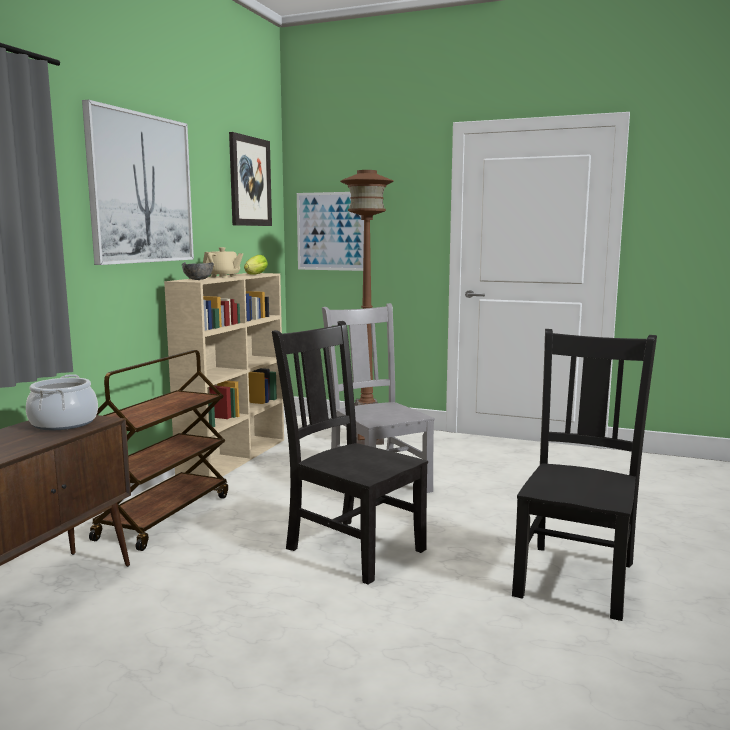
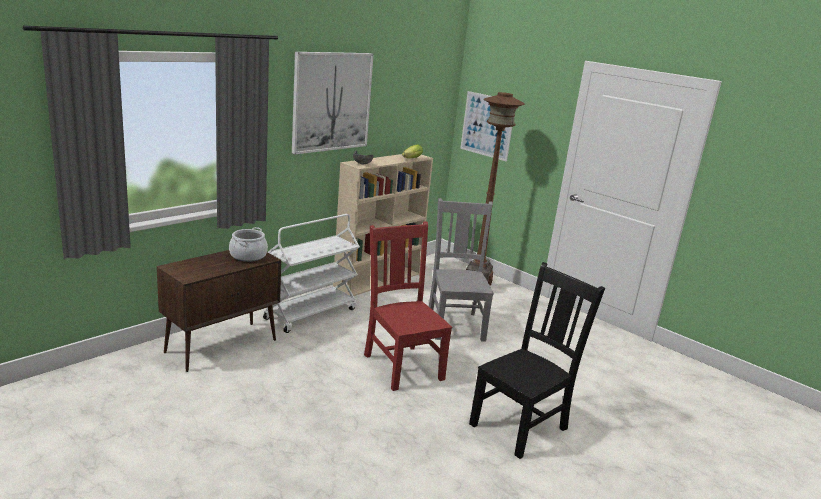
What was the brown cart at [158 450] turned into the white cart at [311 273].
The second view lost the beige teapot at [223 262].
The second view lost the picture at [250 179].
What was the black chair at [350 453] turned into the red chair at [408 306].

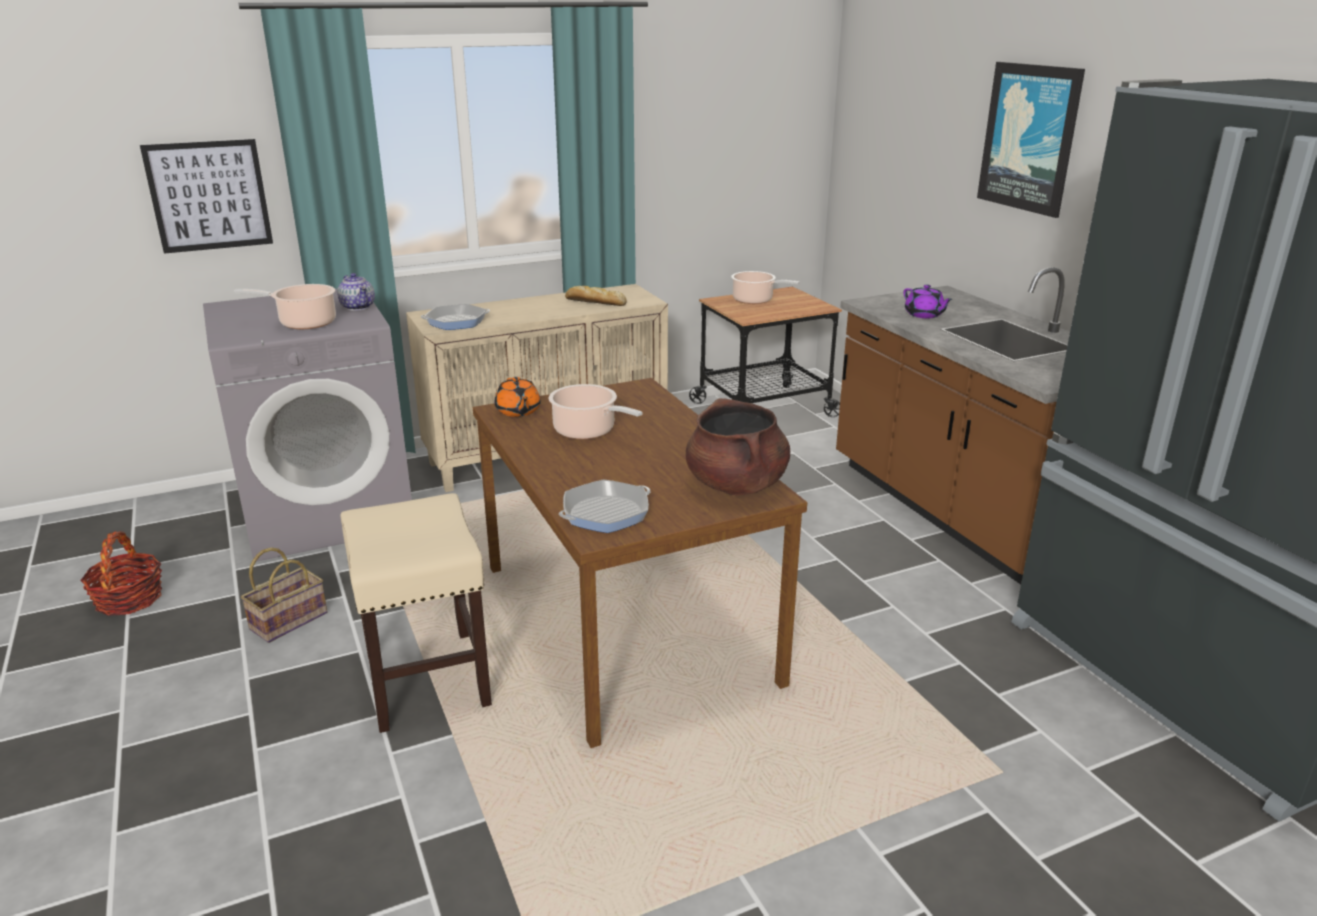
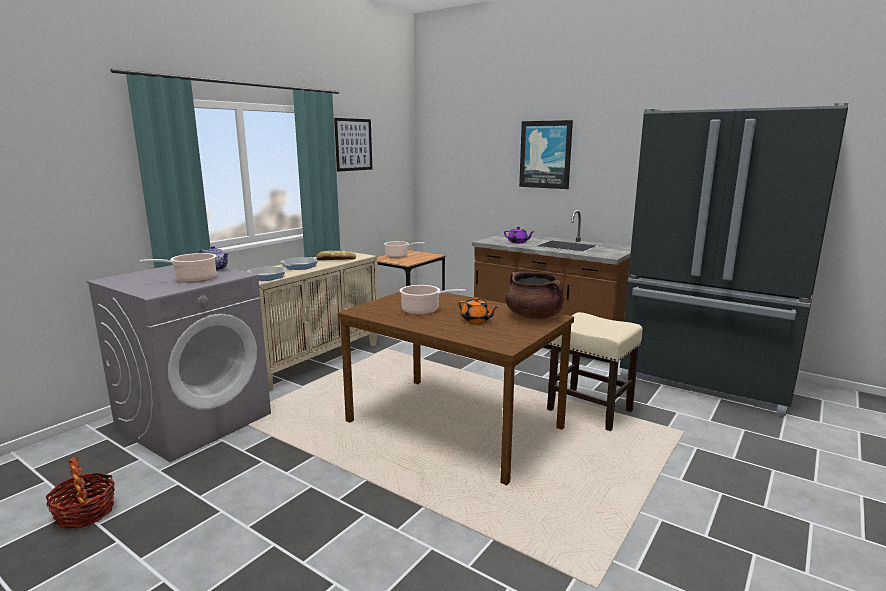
The picture ended up elsewhere, having gone from [206 196] to [353 145].
The second view lost the basket at [284 595].
The beige stool ended up elsewhere, having gone from [416 613] to [595 371].
The orange teapot ended up elsewhere, having gone from [517 397] to [478 310].
The frying pan ended up elsewhere, having gone from [605 506] to [299 263].

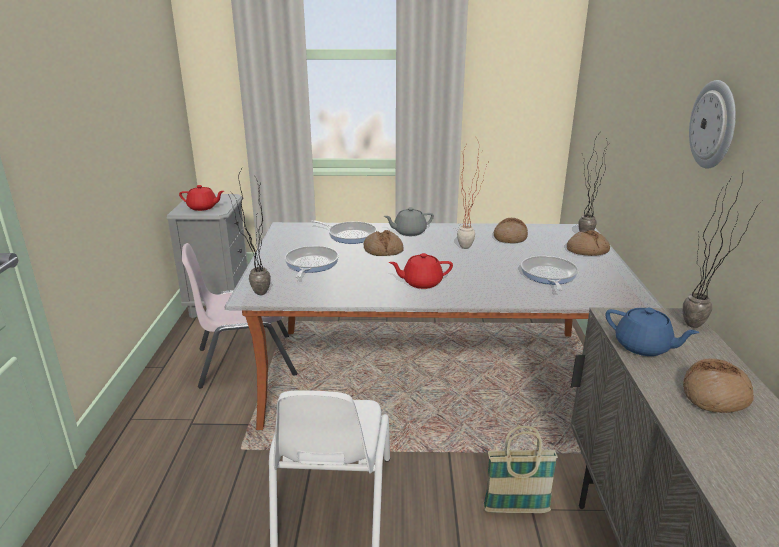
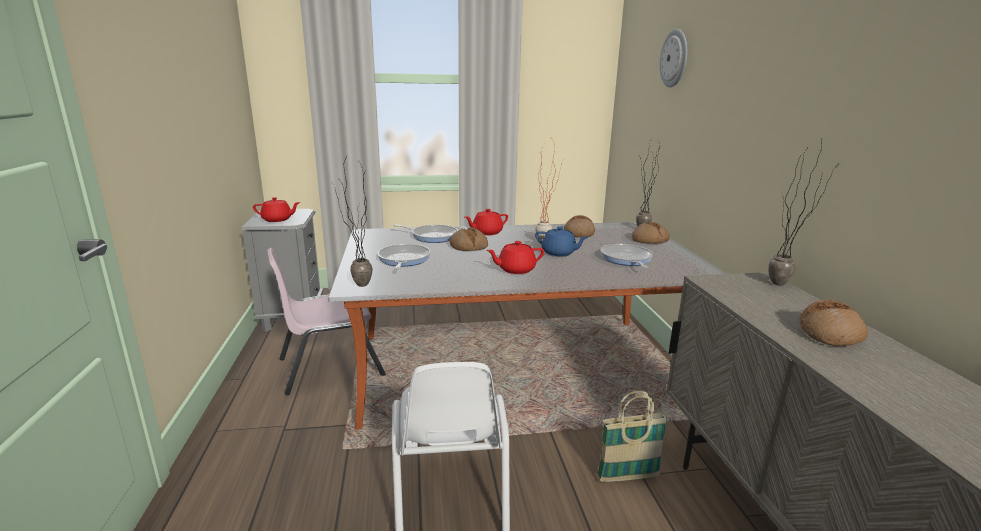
What was the grey teapot at [409 221] turned into the red teapot at [486 222].
The blue teapot ended up elsewhere, having gone from [652 331] to [561 241].
The wall clock ended up elsewhere, having gone from [712 124] to [674 58].

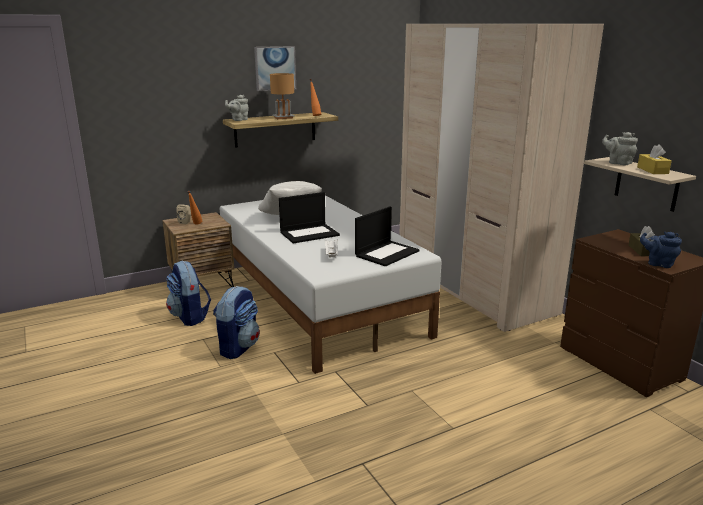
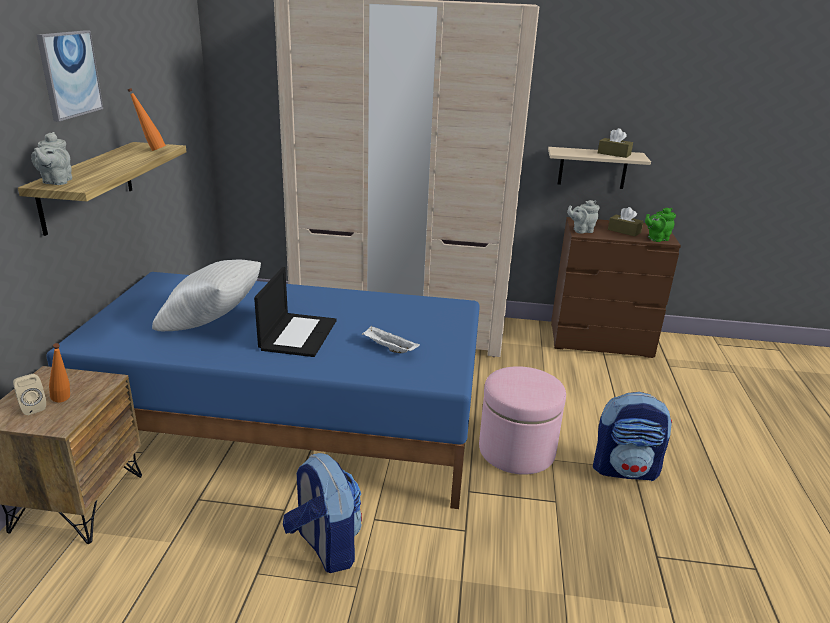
The backpack ended up elsewhere, having gone from [188 293] to [632 436].
What was the white bed at [331 284] turned into the blue bed at [263 390].
The second view lost the brown table lamp at [282 96].
The second view lost the laptop at [387 236].
The grey teapot ended up elsewhere, having gone from [620 148] to [583 217].
What was the yellow tissue box at [654 159] turned into the brown tissue box at [615 143].
What was the blue teapot at [661 250] turned into the green teapot at [660 225].
The second view gained the pink ottoman at [522 420].

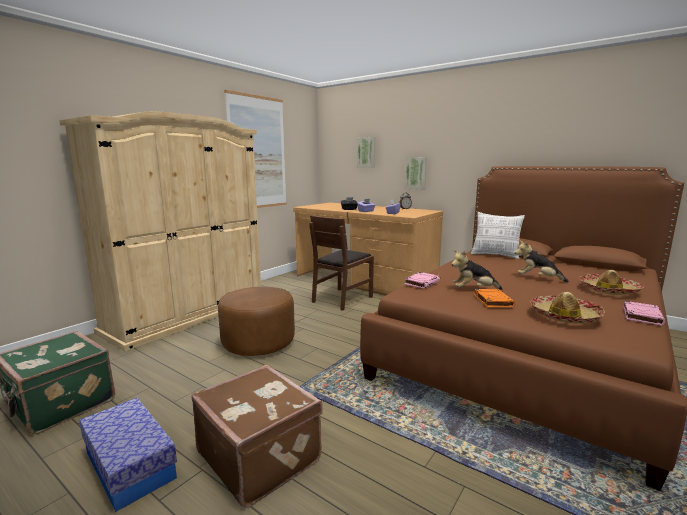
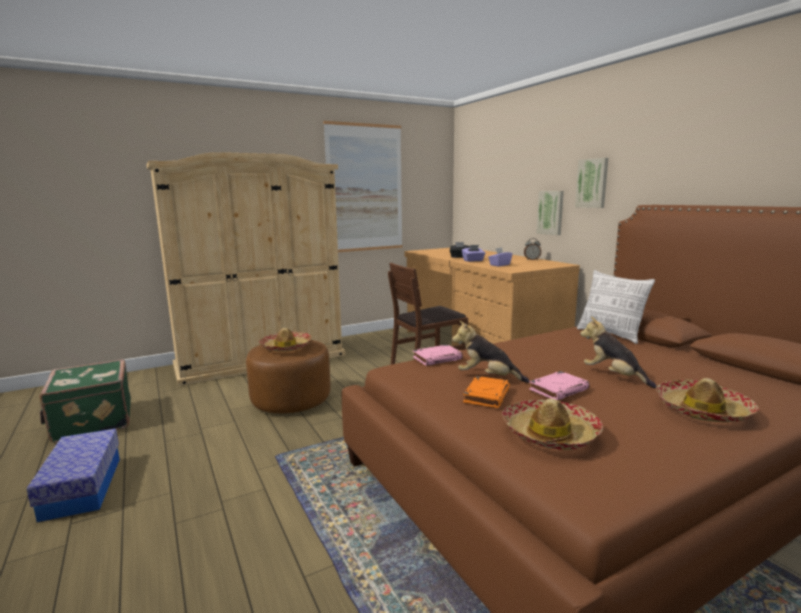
The second view lost the brown suitcase at [257 436].
The picture ended up elsewhere, having gone from [366 152] to [591 183].
The pink book ended up elsewhere, having gone from [644 313] to [559 385].
The second view gained the hat at [285 340].

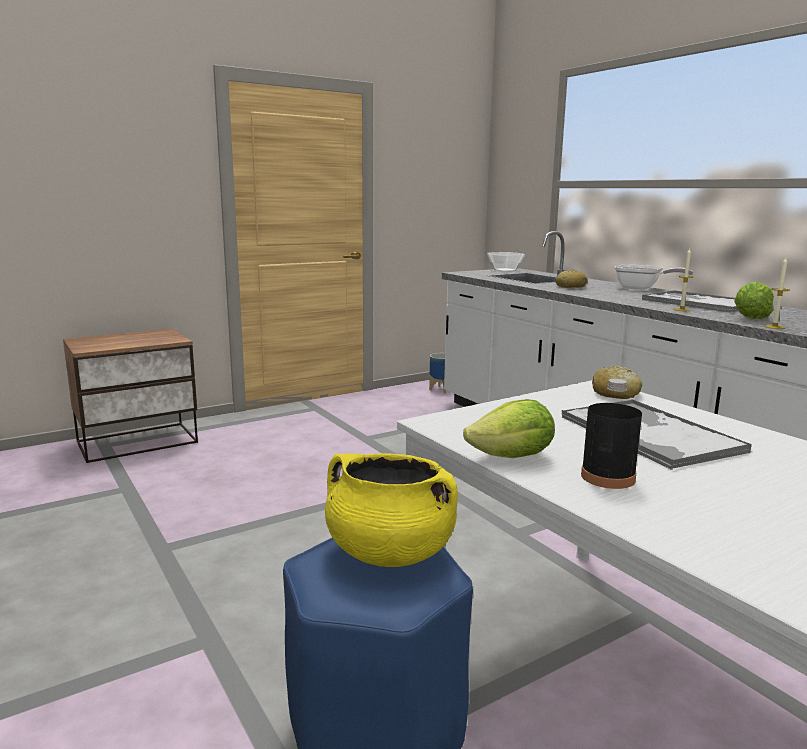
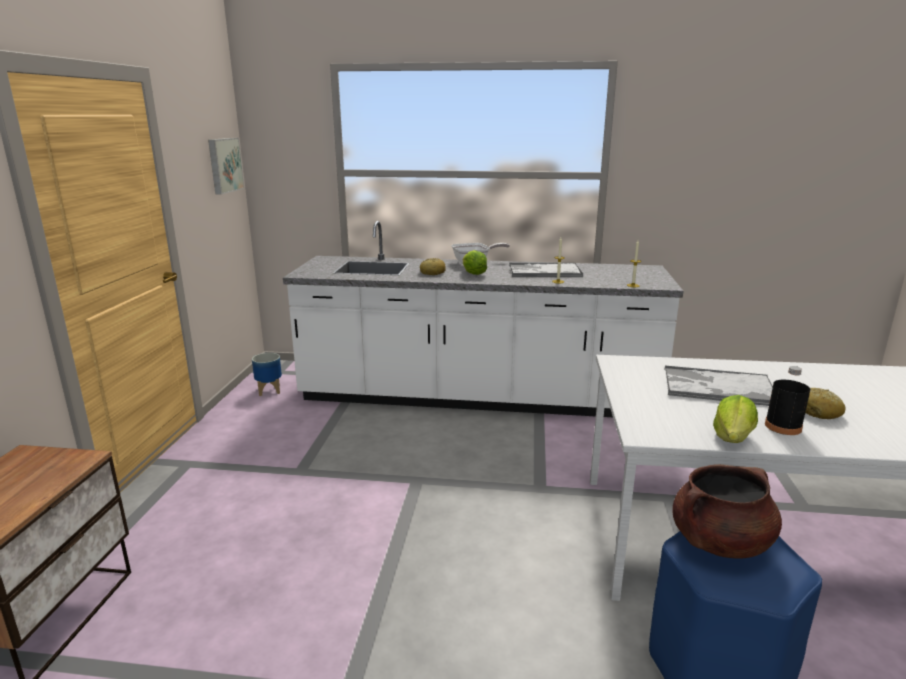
What was the yellow cooking pot at [391 510] turned into the brown cooking pot at [727 511].
The second view lost the bowl at [506 262].
The bread ended up elsewhere, having gone from [617 382] to [825 403].
The lettuce ended up elsewhere, having gone from [754 300] to [475 262].
The second view gained the picture at [226 166].

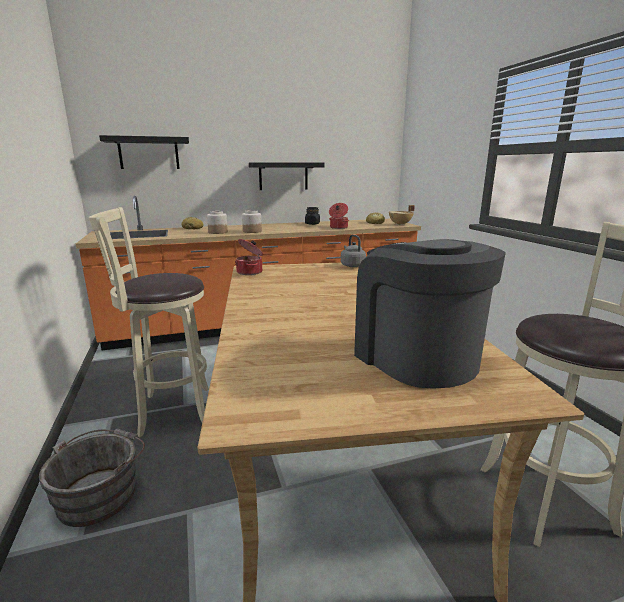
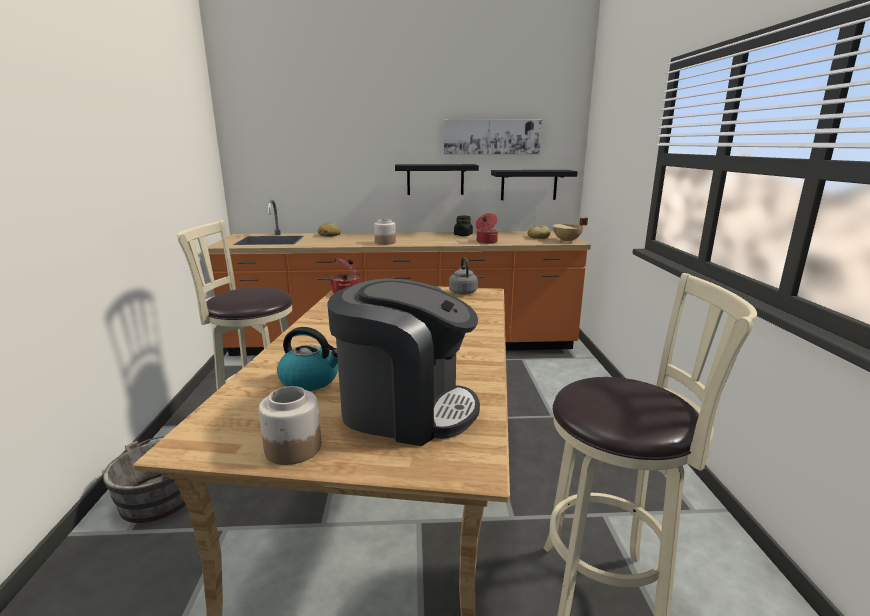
The black shelf ended up elsewhere, having gone from [144 152] to [534 185].
The jar ended up elsewhere, having gone from [217 222] to [290 425].
The coffee machine at [430 314] ended up facing another way, 120 degrees clockwise from before.
The second view gained the kettle at [307 359].
The second view gained the picture at [493 137].

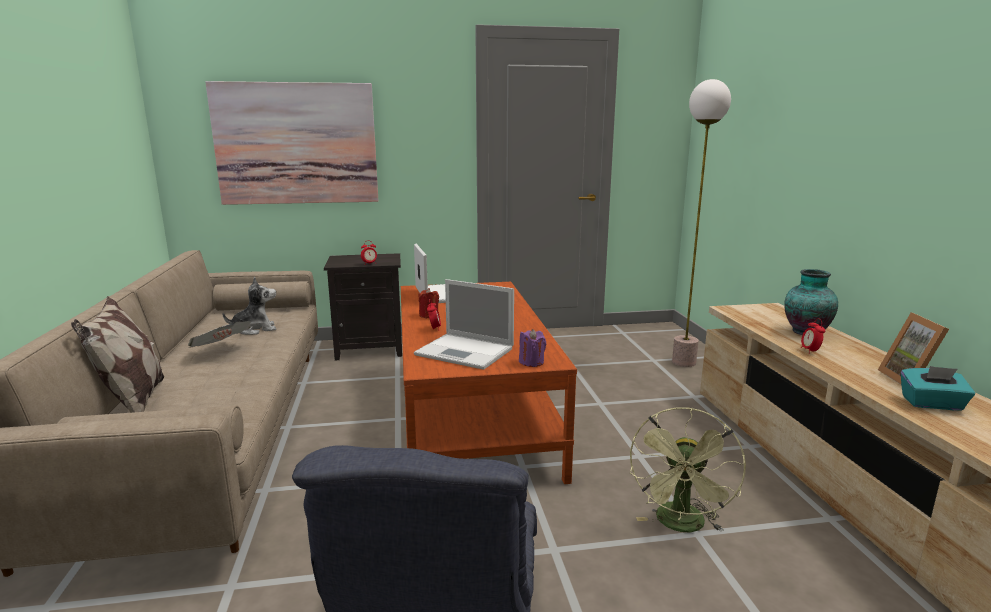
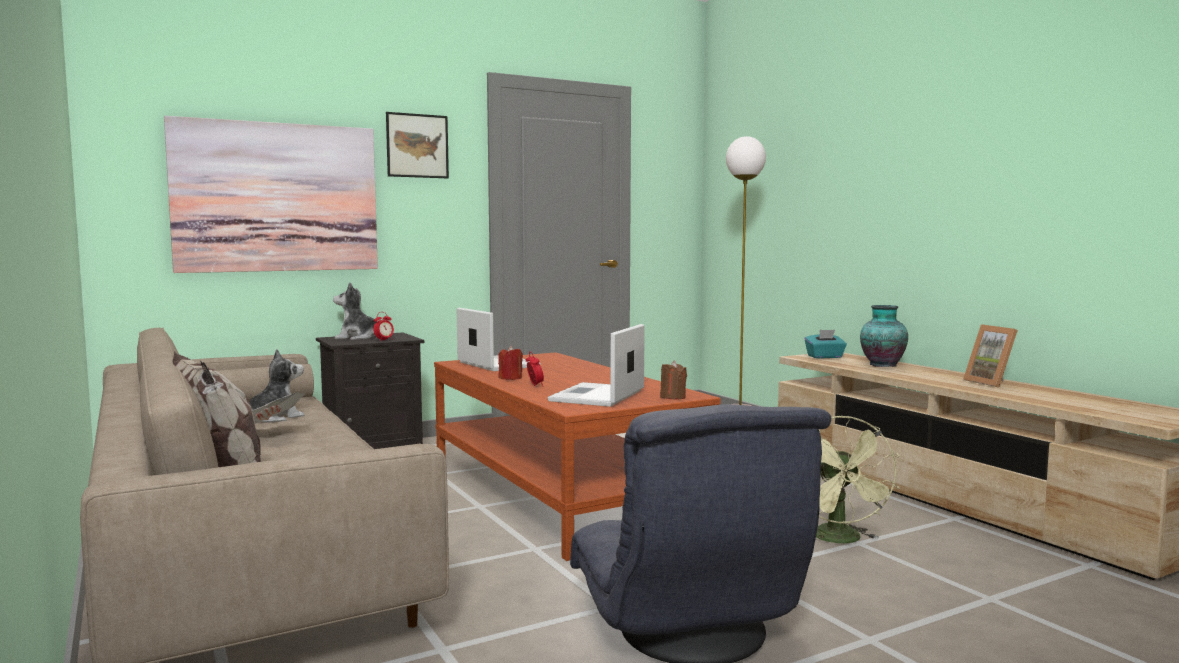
The laptop at [464 324] ended up facing another way, 105 degrees clockwise from before.
What was the purple candle at [532 348] turned into the brown candle at [673 380].
The second view lost the alarm clock at [813 336].
The turquoise tissue box ended up elsewhere, having gone from [938 388] to [826 344].
The second view gained the plush toy at [359 311].
The second view gained the picture at [417 145].

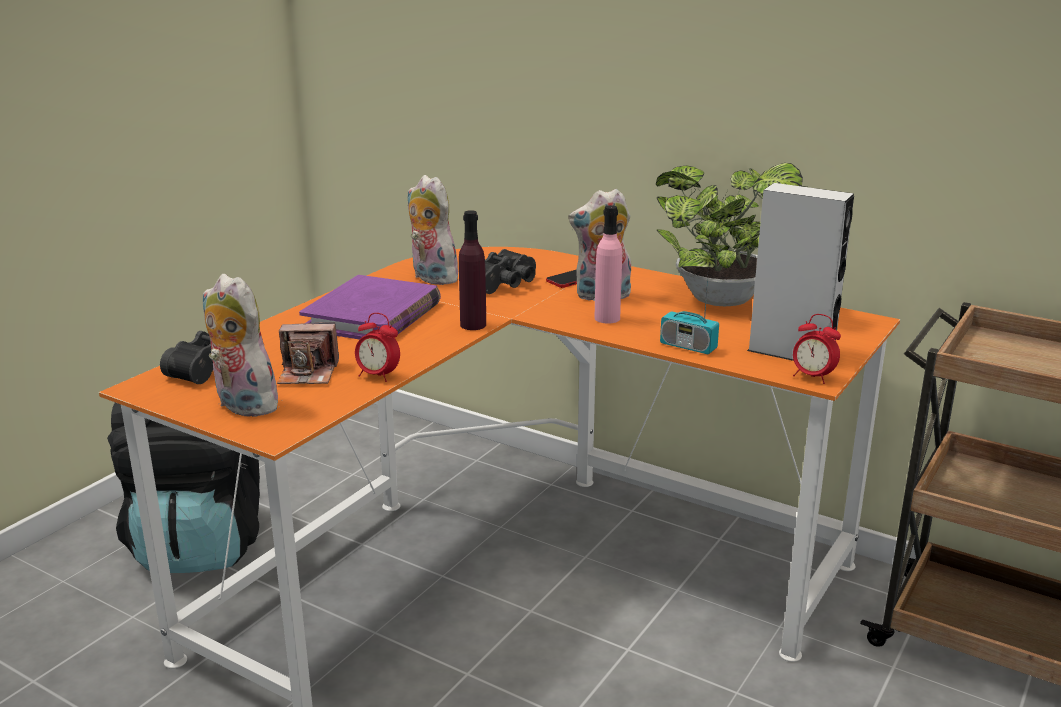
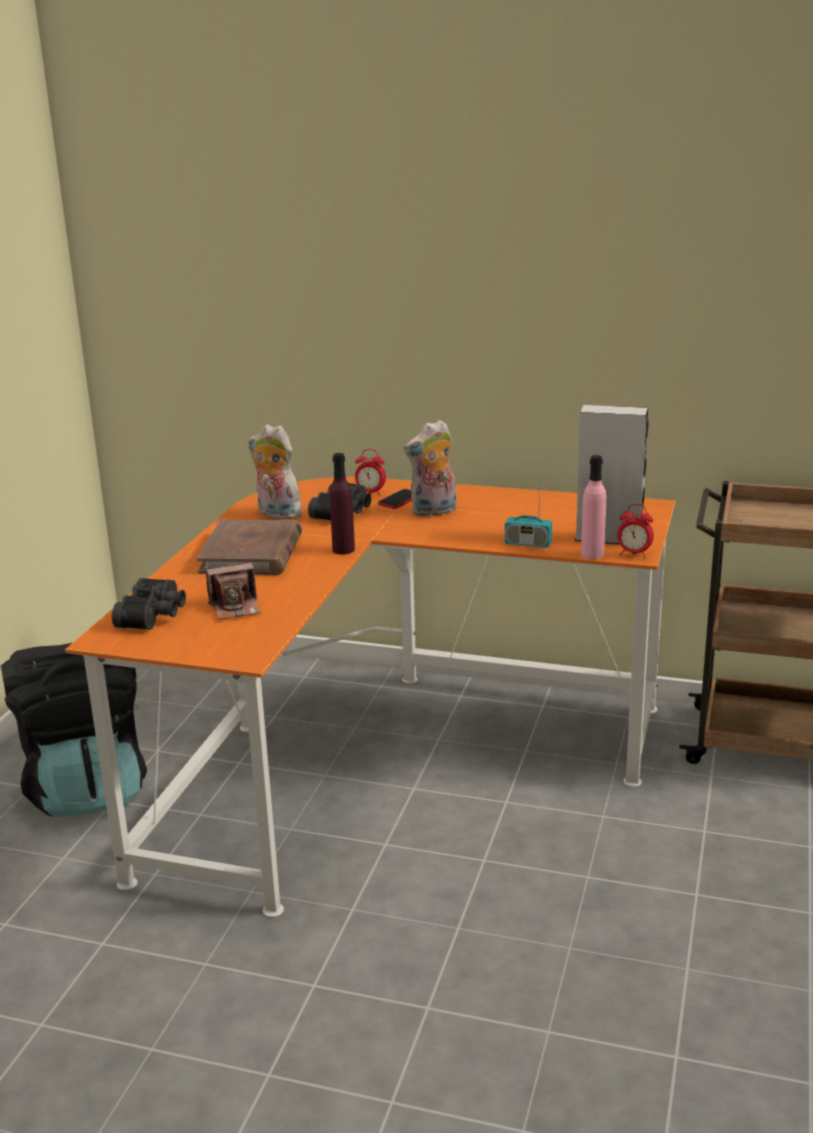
The second view lost the plush toy at [243 345].
What was the purple book at [370 307] turned into the brown book at [249 547].
The alarm clock ended up elsewhere, having gone from [377 347] to [370 472].
The pink bottle ended up elsewhere, having gone from [608 264] to [593 507].
The second view lost the potted plant at [731 234].

